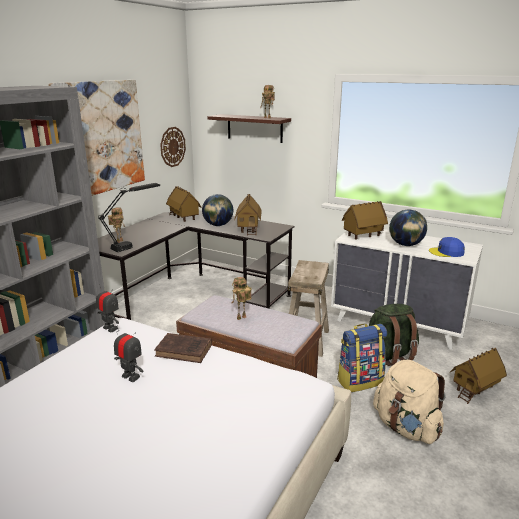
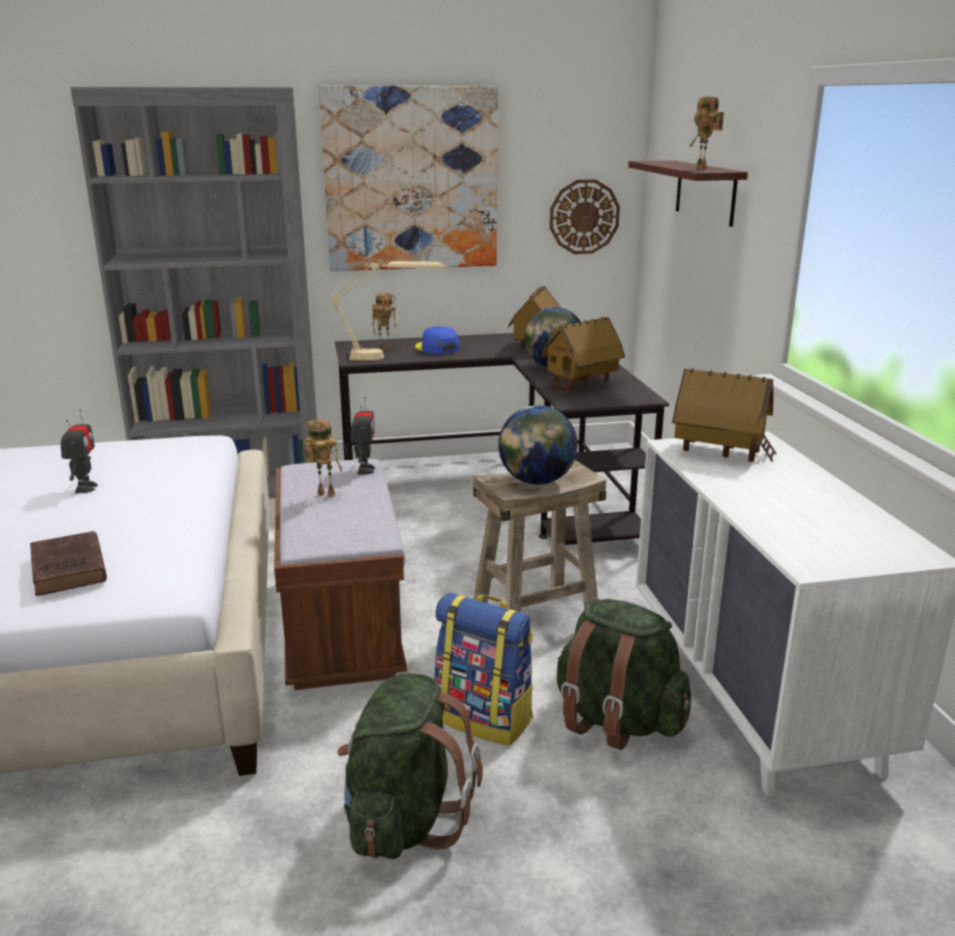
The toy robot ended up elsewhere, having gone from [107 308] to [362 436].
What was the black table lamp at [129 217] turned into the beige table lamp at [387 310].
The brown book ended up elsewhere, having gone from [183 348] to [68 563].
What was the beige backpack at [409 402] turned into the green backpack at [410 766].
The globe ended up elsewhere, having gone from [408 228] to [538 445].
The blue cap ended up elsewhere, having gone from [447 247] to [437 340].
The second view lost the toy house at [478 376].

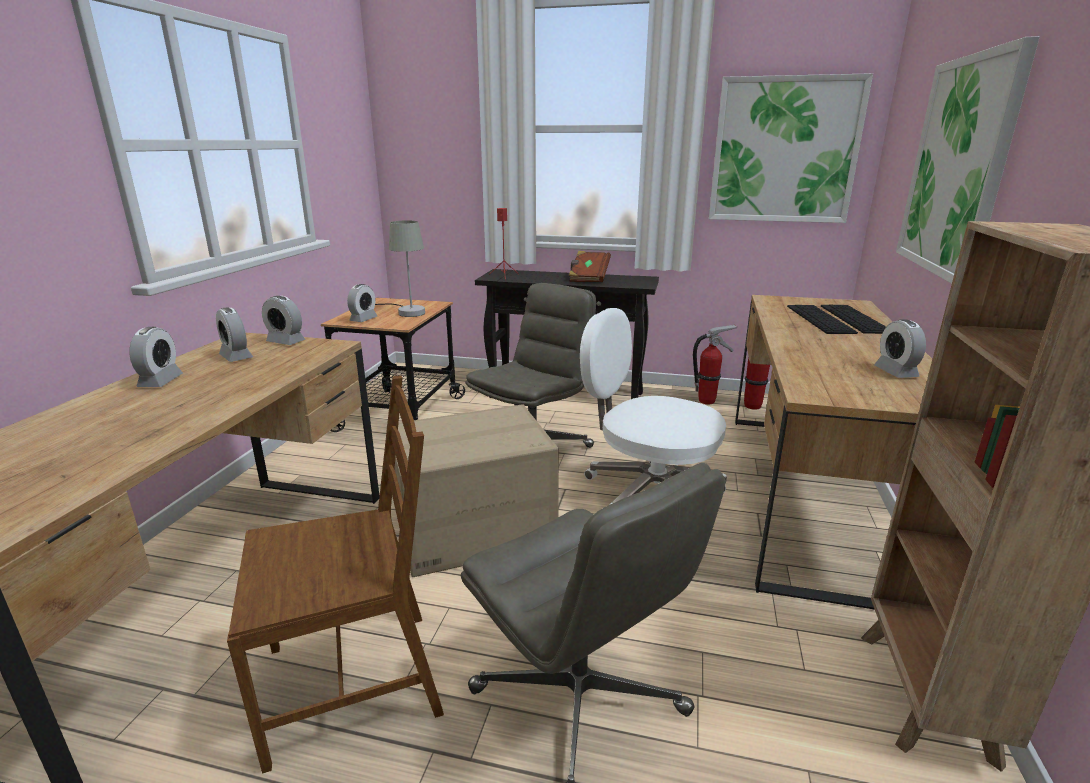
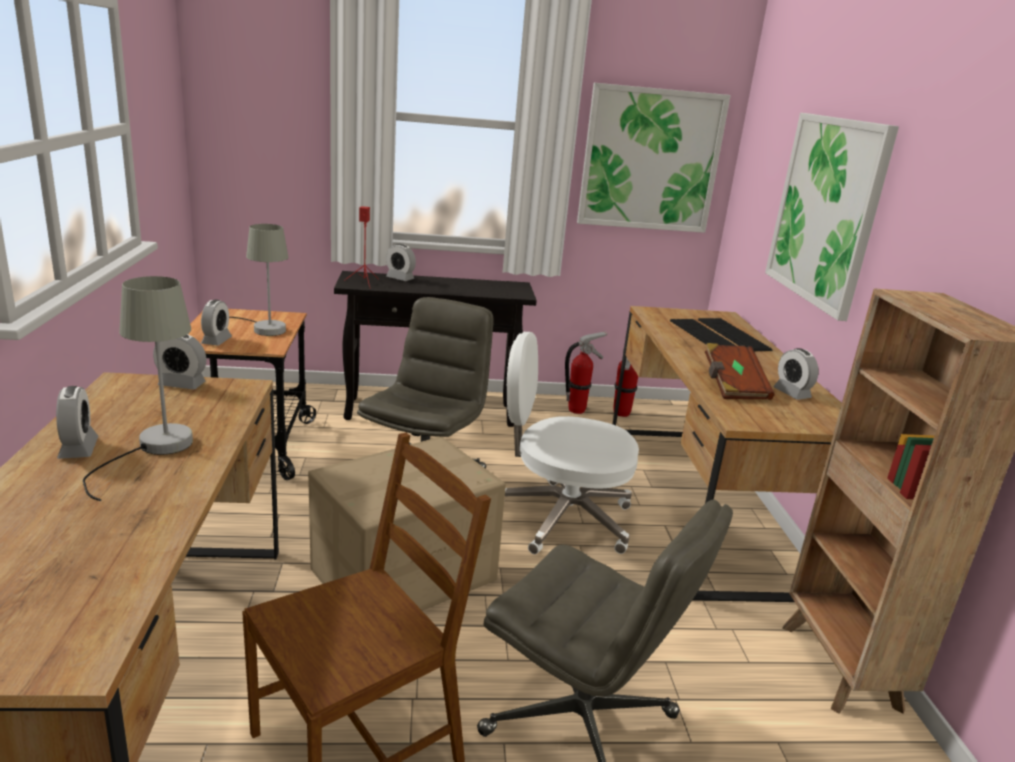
The alarm clock ended up elsewhere, having gone from [234 334] to [401 262].
The brown book ended up elsewhere, having gone from [590 266] to [740 371].
The second view gained the grey table lamp at [138 388].

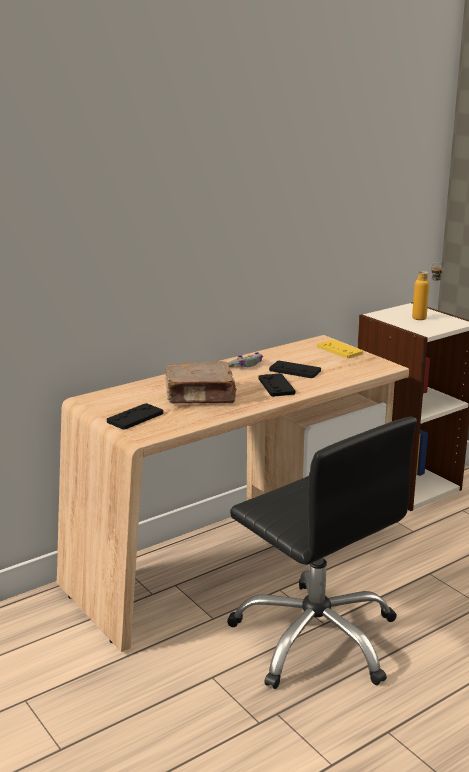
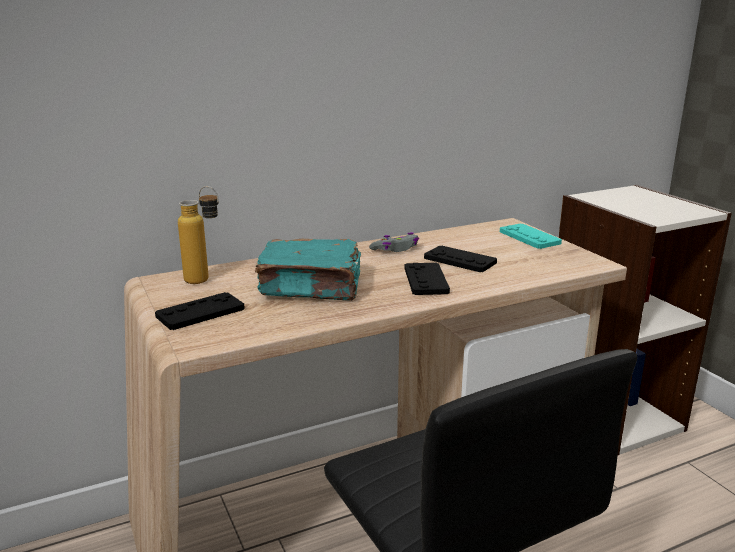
What was the brown book at [201 382] turned into the turquoise book at [308 270].
What was the yellow game controller at [340 349] turned into the turquoise game controller at [531 236].
The bottle ended up elsewhere, having gone from [428 291] to [198 235].

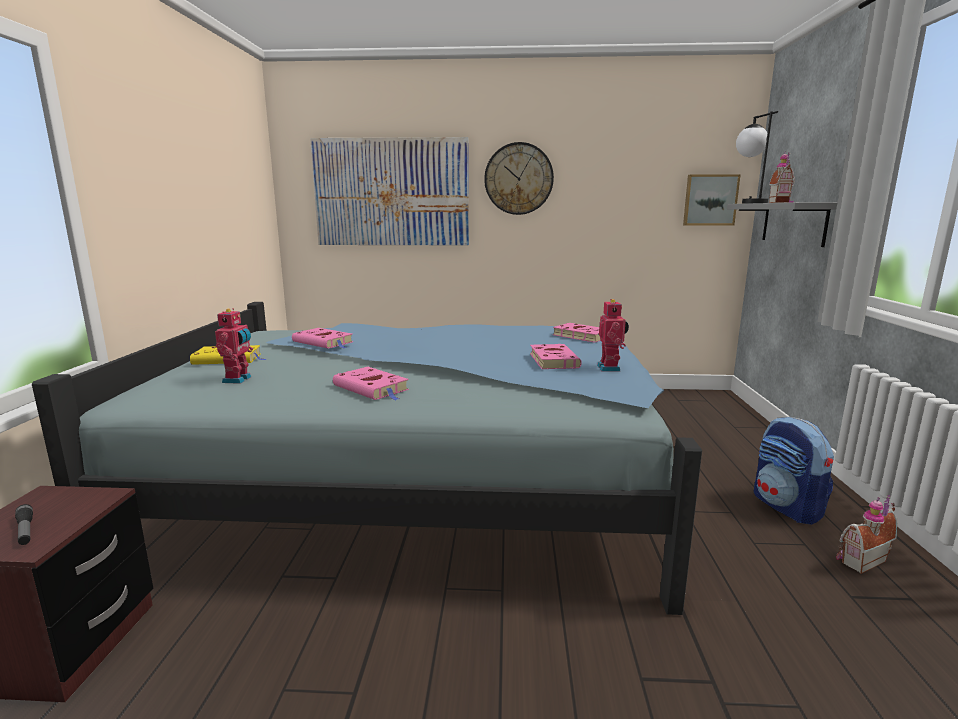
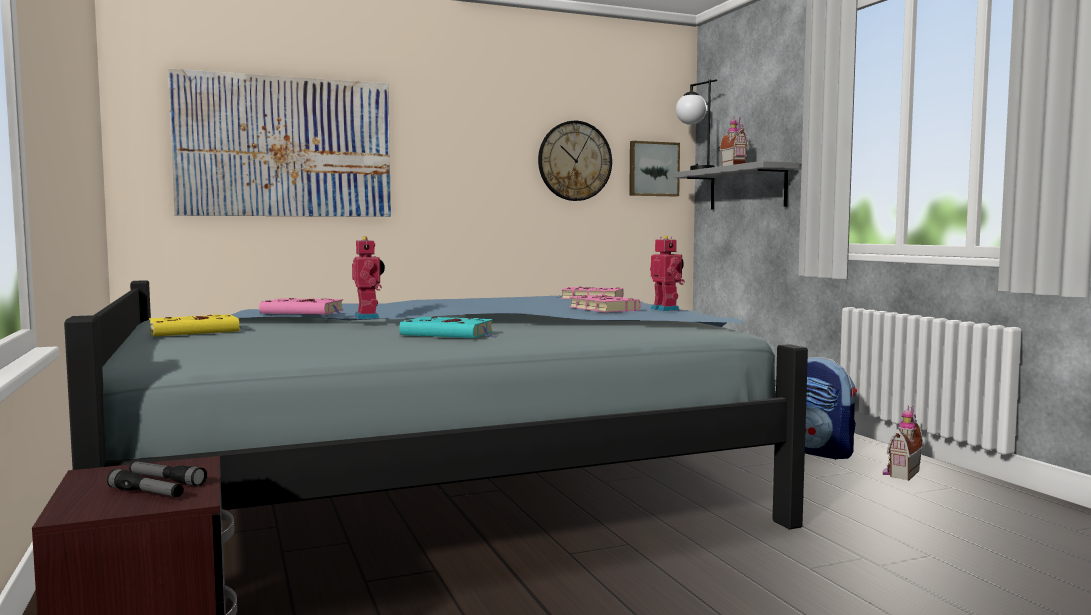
The toy robot ended up elsewhere, having gone from [234 346] to [368 277].
What was the pink book at [371 383] turned into the turquoise book at [447 327].
The wall clock ended up elsewhere, having gone from [519 178] to [575 161].
The second view gained the flashlight at [168 473].

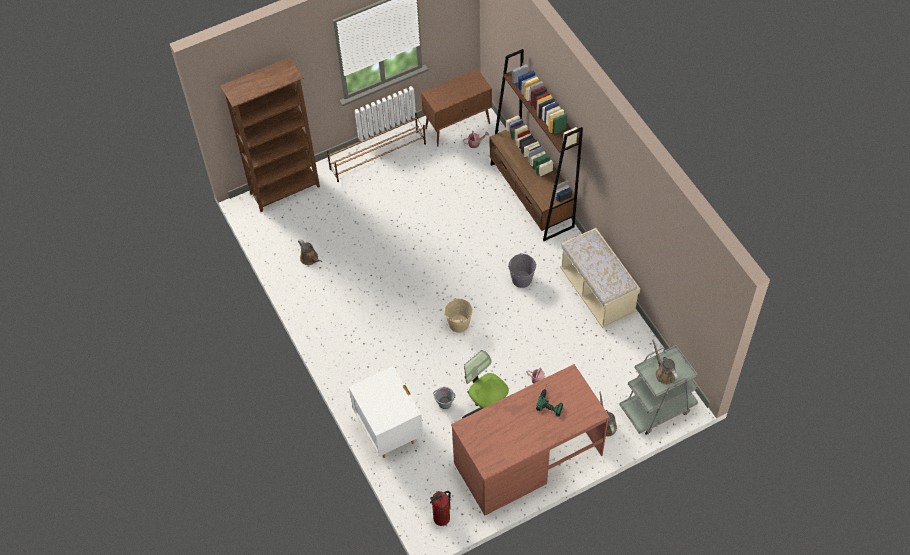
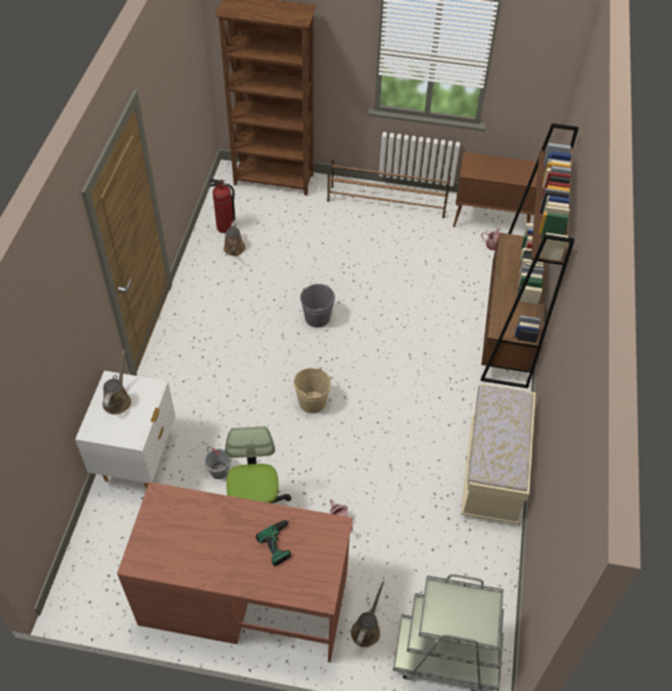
The fire extinguisher ended up elsewhere, having gone from [440 508] to [222 205].
The grey bucket ended up elsewhere, having gone from [522 270] to [317 306].
The brown watering can ended up elsewhere, having gone from [665 362] to [117 382].

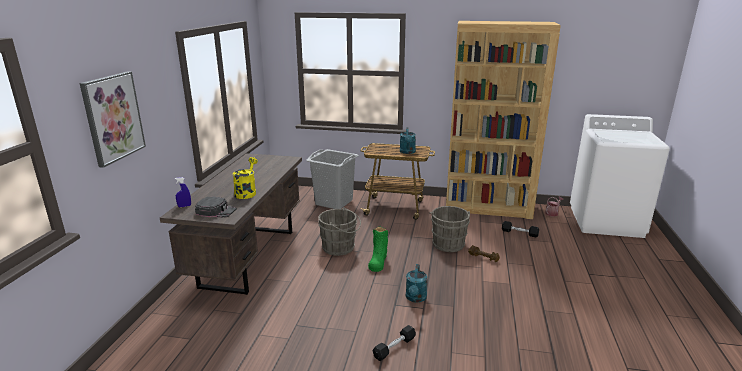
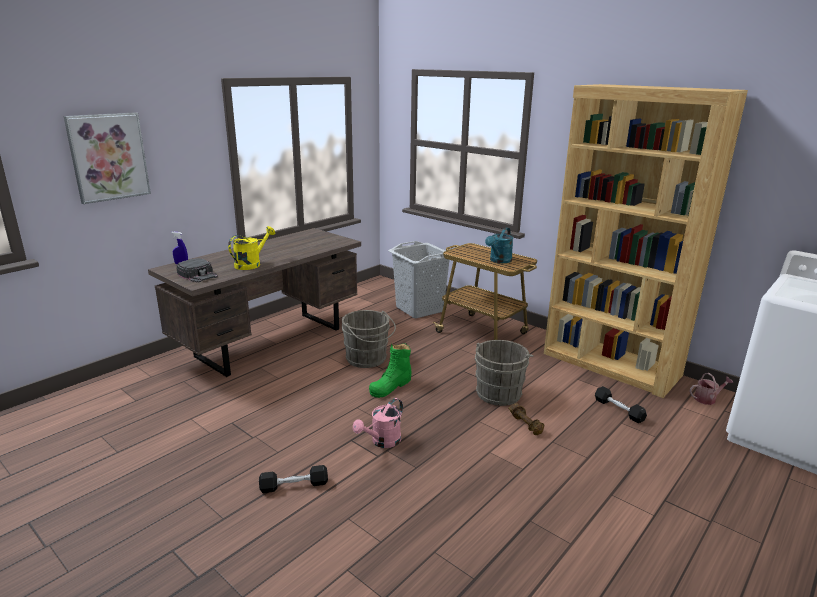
What was the turquoise watering can at [416 283] turned into the pink watering can at [378 423].

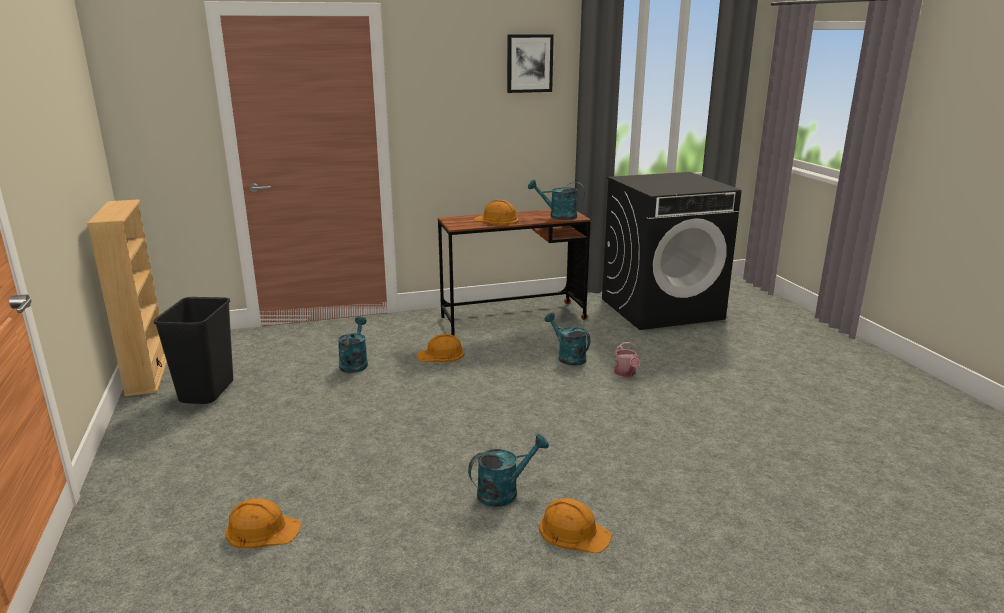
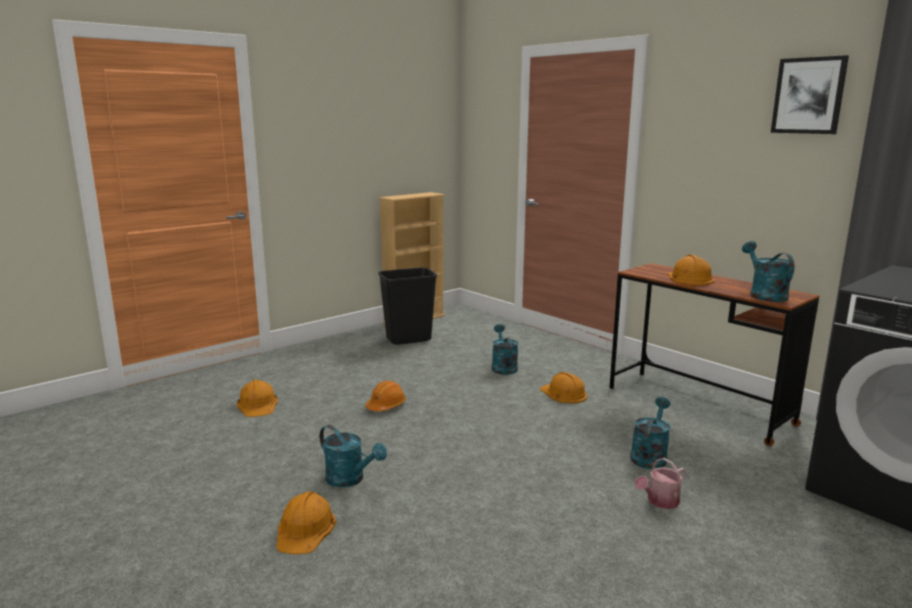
The turquoise watering can at [353 344] ended up facing another way, 75 degrees counterclockwise from before.
The second view gained the orange hard hat at [385 396].

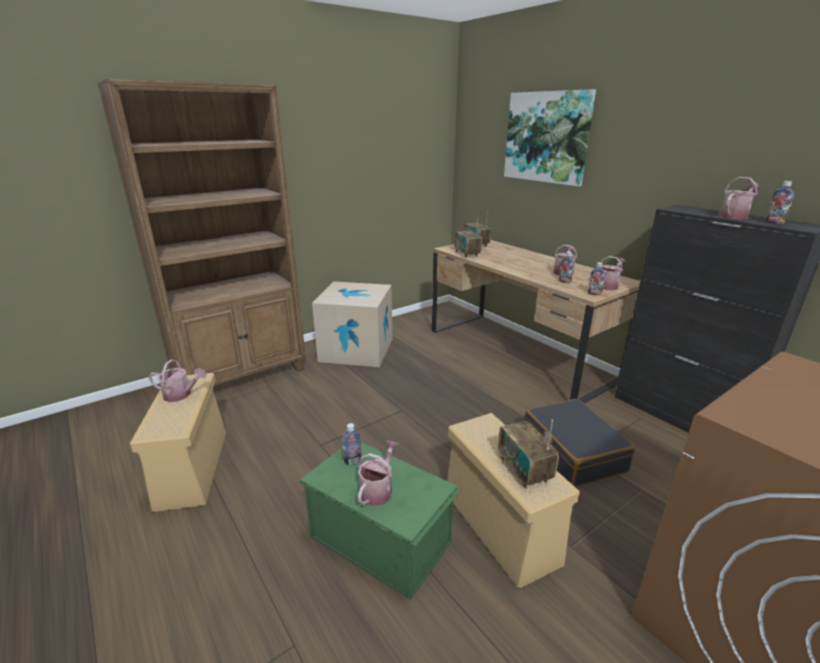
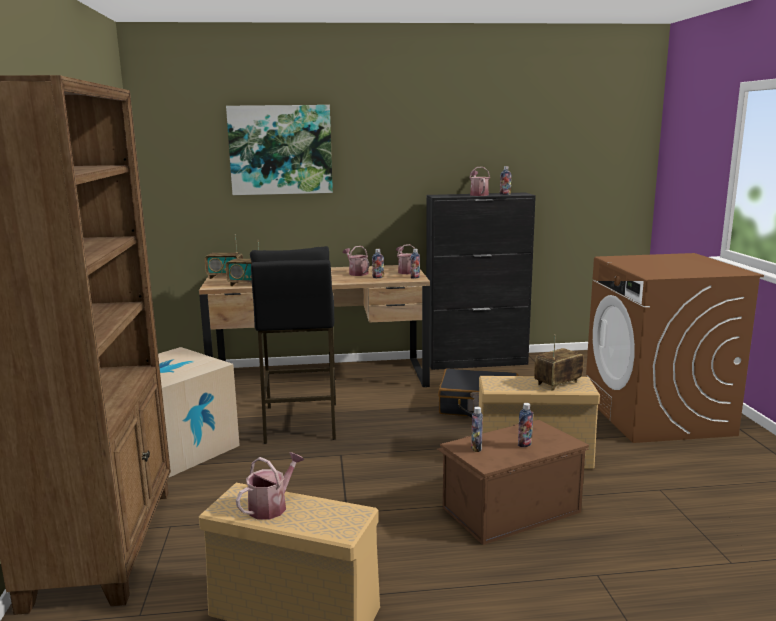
What was the green storage box at [380 521] turned into the brown storage box at [513 482].
Where the watering can stood at [378 473], the bottle came to stand at [525 425].
The radio at [528 454] ended up facing another way, 135 degrees clockwise from before.
The second view gained the black stool at [293 345].

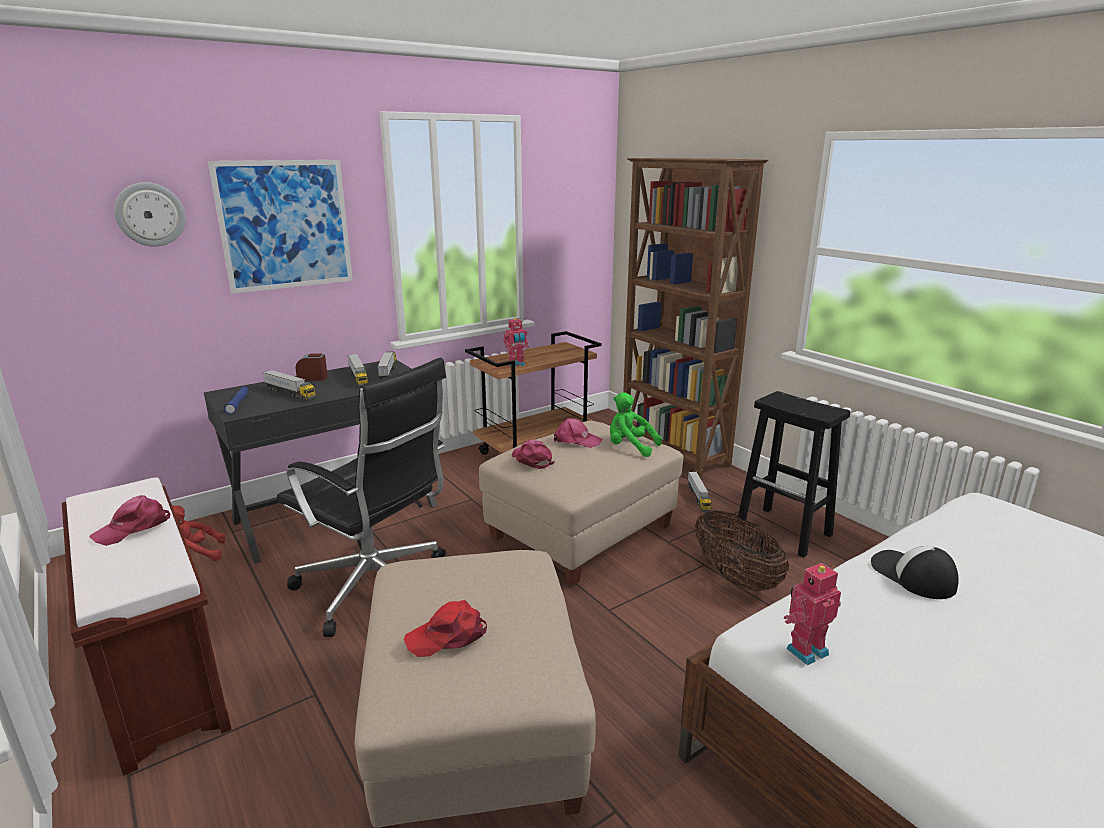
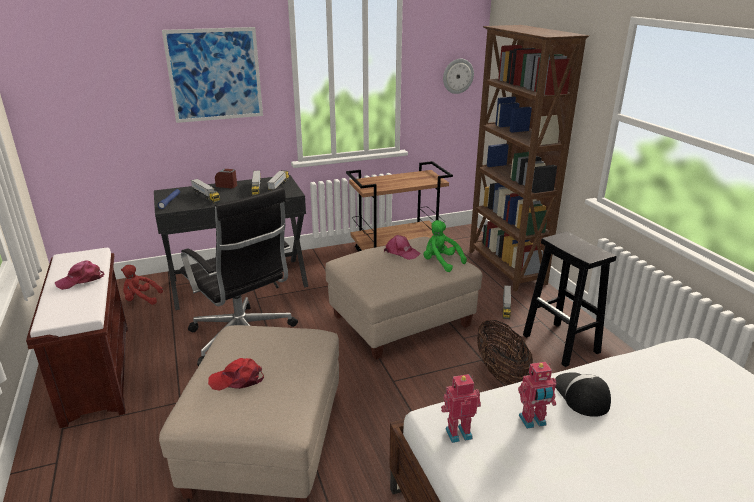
The wall clock ended up elsewhere, having gone from [150 214] to [458 76].
The toy robot ended up elsewhere, having gone from [516 342] to [537 395].
The second view lost the pink cap at [533 454].

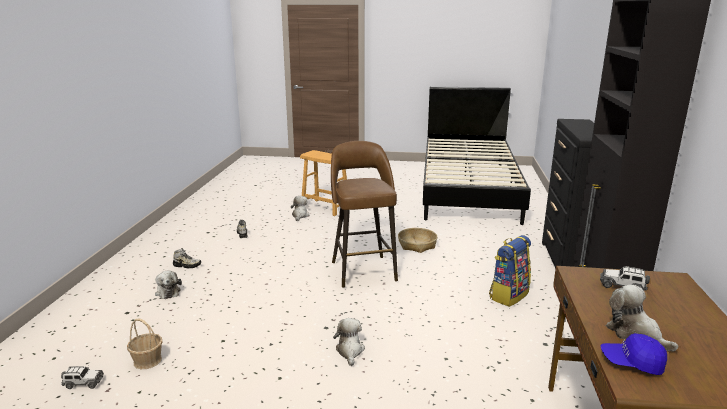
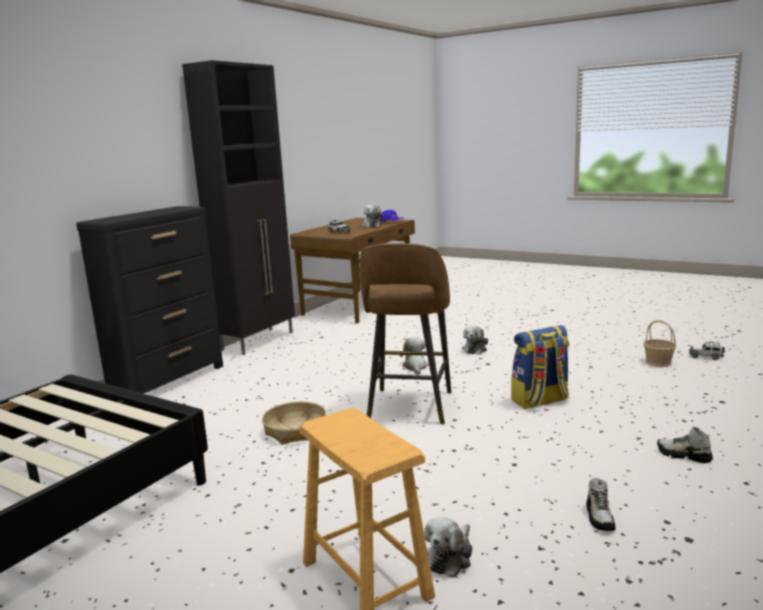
The plush toy ended up elsewhere, having gone from [168 285] to [414 355].
The backpack ended up elsewhere, having gone from [510 271] to [540 367].

